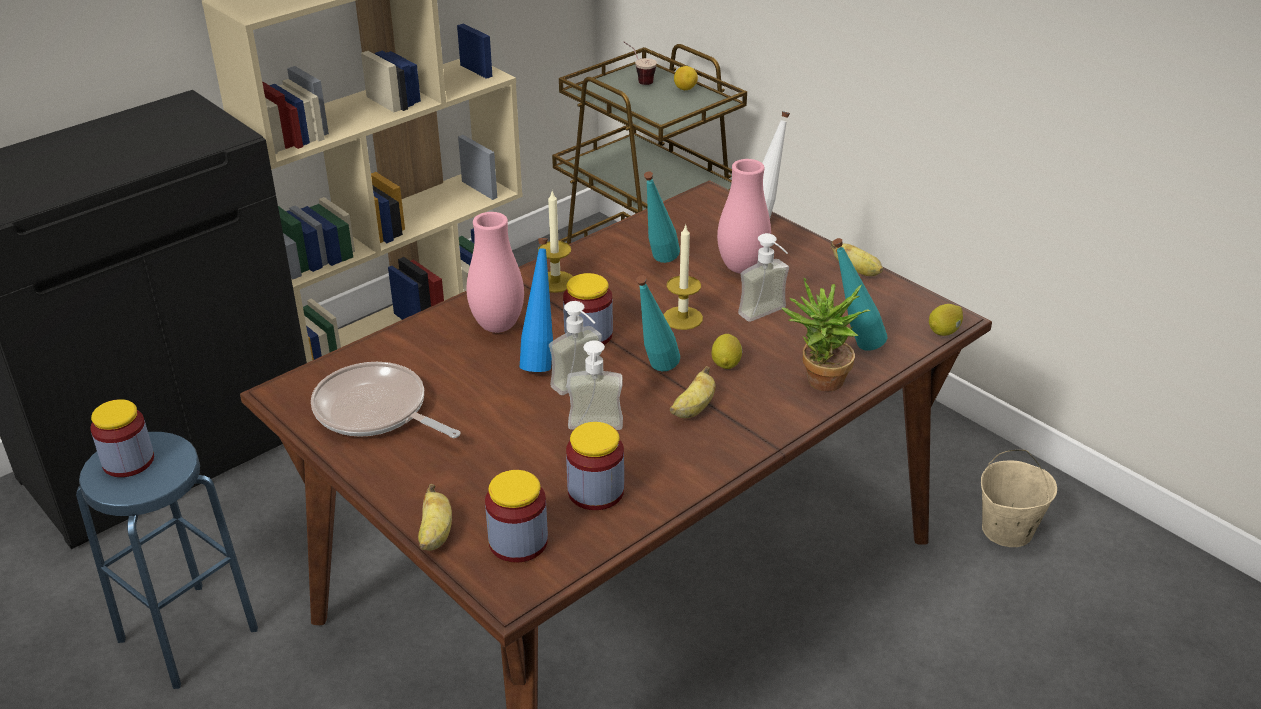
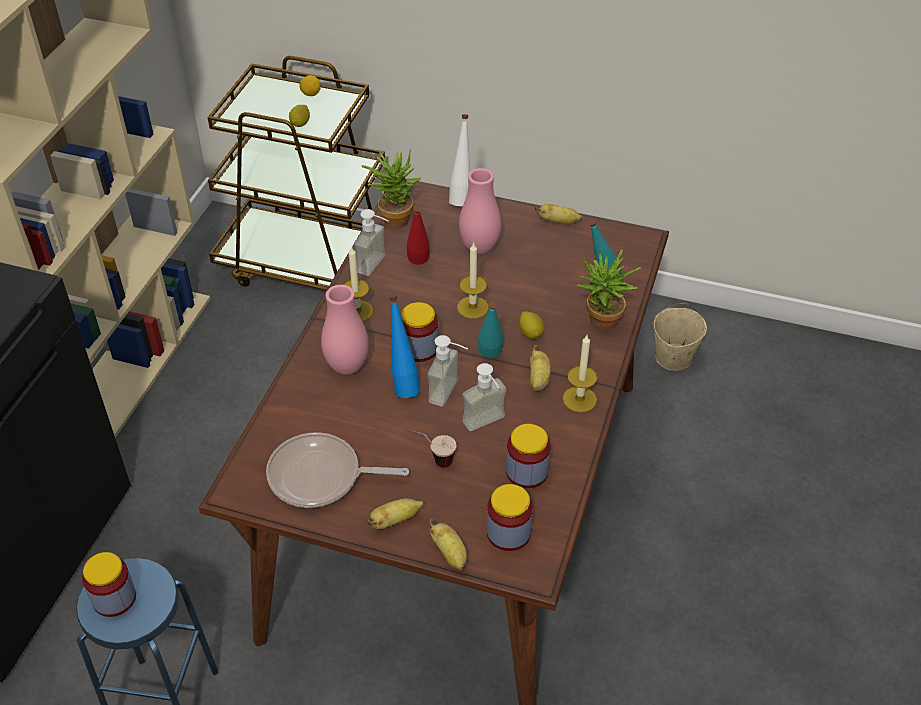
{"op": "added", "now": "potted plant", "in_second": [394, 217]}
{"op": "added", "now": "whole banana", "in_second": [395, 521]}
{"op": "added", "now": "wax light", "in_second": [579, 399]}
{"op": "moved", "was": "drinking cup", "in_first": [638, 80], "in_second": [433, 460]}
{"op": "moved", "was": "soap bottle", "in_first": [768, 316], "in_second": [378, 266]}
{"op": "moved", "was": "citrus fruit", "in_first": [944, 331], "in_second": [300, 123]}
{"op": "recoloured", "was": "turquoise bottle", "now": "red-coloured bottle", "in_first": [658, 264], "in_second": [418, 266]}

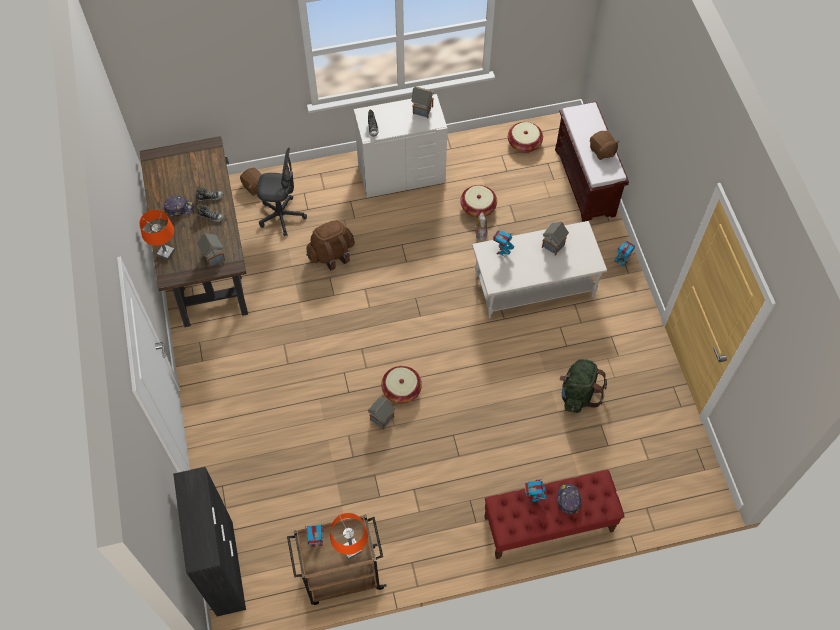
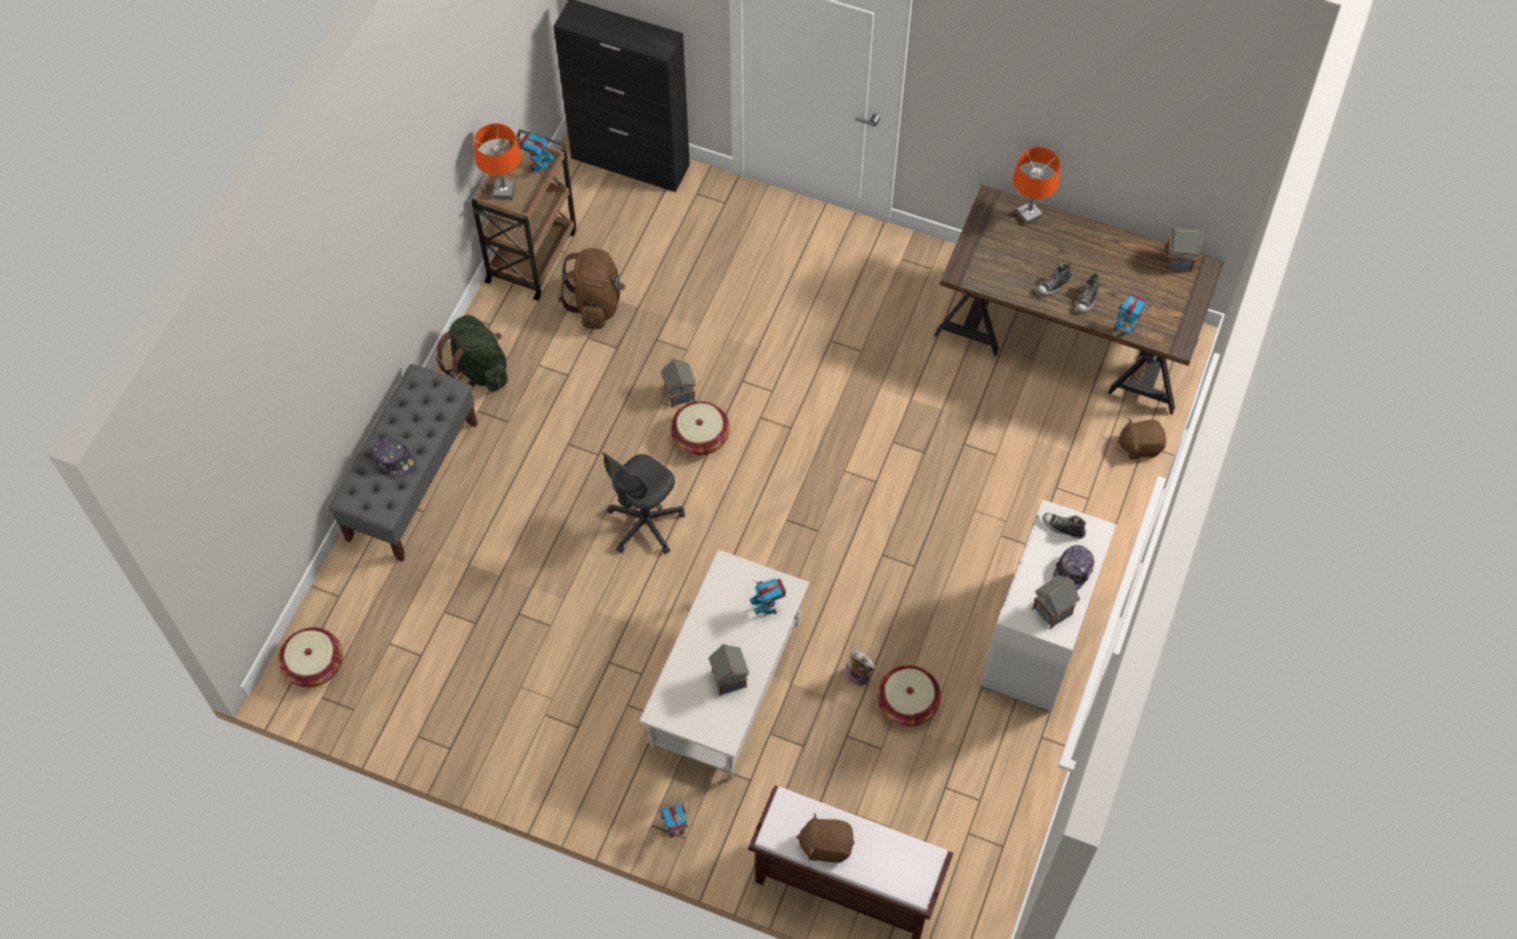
{"op": "moved", "was": "peaked cap", "in_first": [179, 208], "in_second": [1073, 571]}
{"op": "moved", "was": "miniature house", "in_first": [213, 257], "in_second": [1179, 260]}
{"op": "moved", "was": "gray office chair", "in_first": [282, 216], "in_second": [645, 524]}
{"op": "moved", "was": "brown knapsack", "in_first": [331, 254], "in_second": [596, 304]}
{"op": "moved", "was": "storage basket", "in_first": [524, 143], "in_second": [314, 665]}
{"op": "moved", "was": "toy robot", "in_first": [533, 497], "in_second": [1125, 329]}
{"op": "moved", "was": "greenish knapsack", "in_first": [578, 394], "in_second": [479, 370]}
{"op": "recoloured", "was": "red-coloured indoor bench", "now": "gray indoor bench", "in_first": [548, 524], "in_second": [412, 480]}

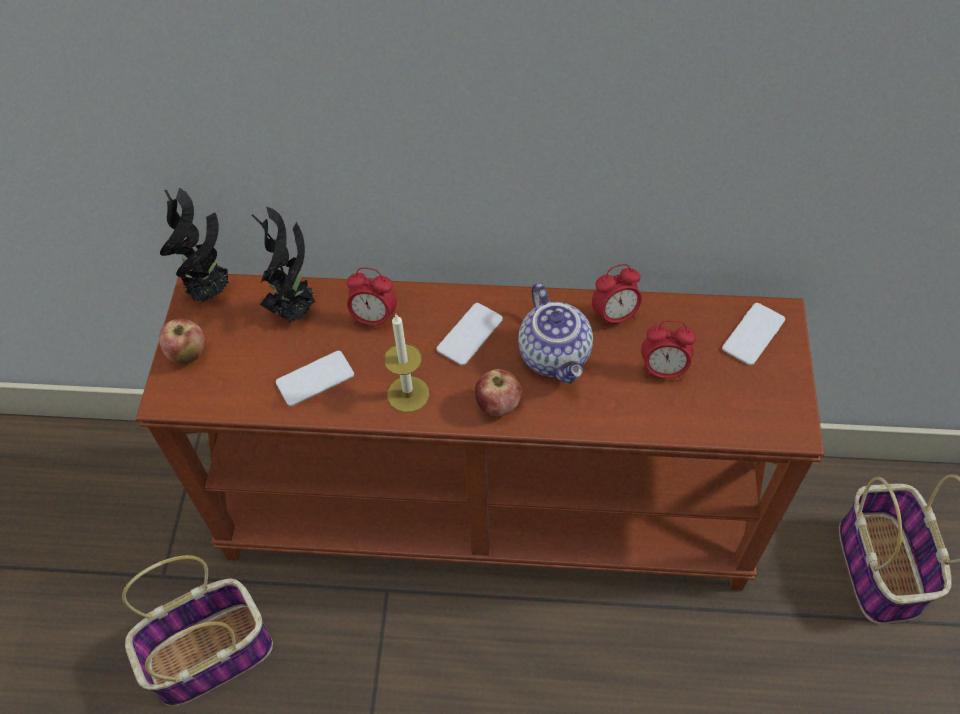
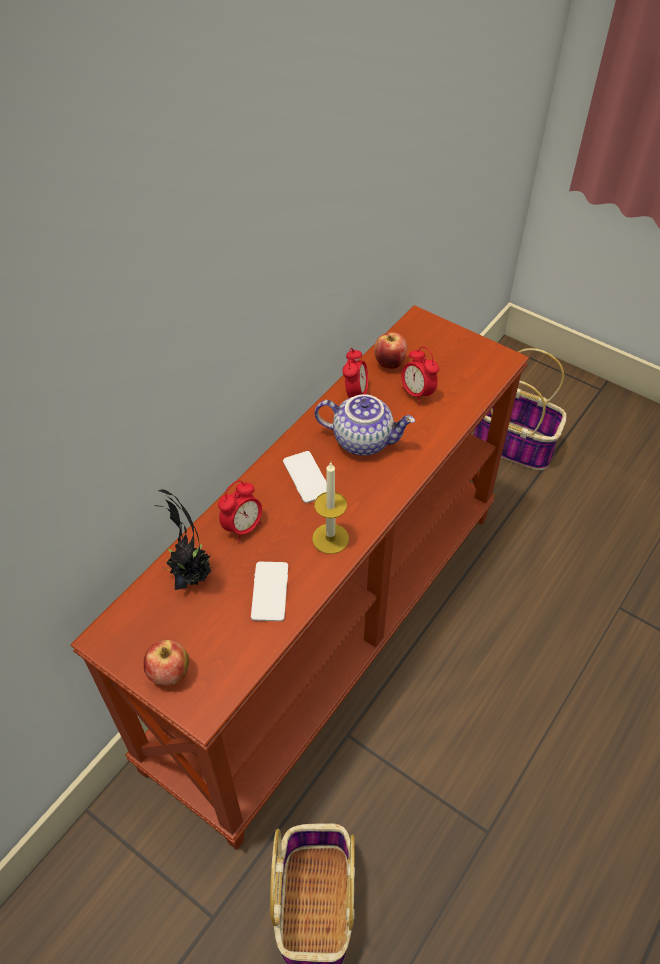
{"op": "removed", "was": "potted plant", "in_first": [211, 291]}
{"op": "removed", "was": "phone", "in_first": [753, 334]}
{"op": "moved", "was": "whole apple", "in_first": [498, 406], "in_second": [390, 363]}
{"op": "turned", "was": "alarm clock", "in_first": [663, 370], "in_second": [417, 393], "clockwise": 105}

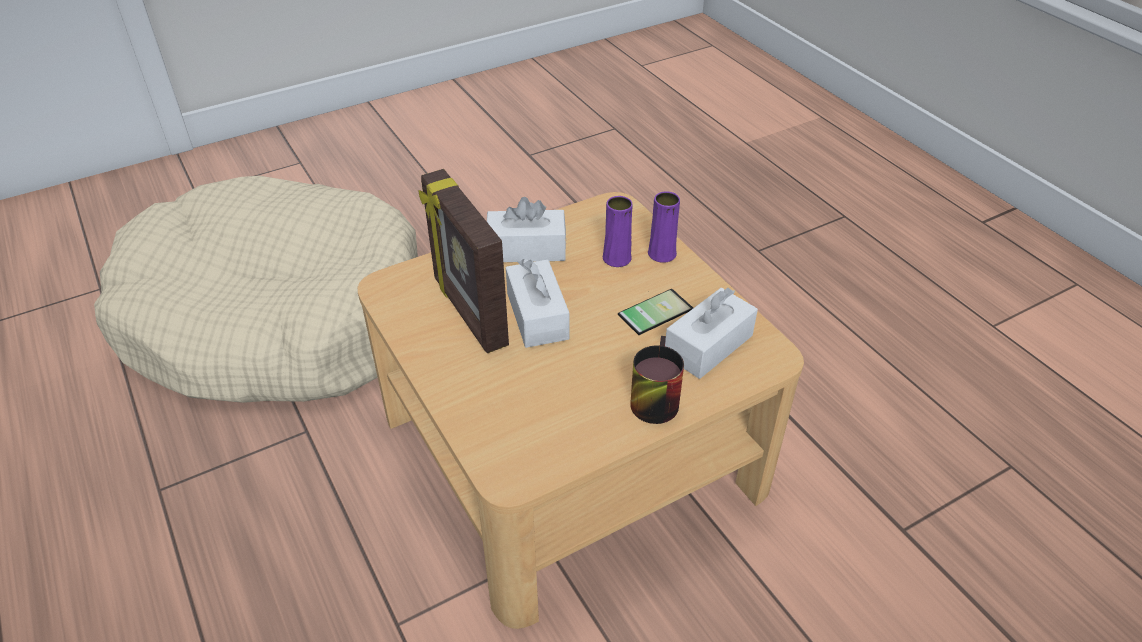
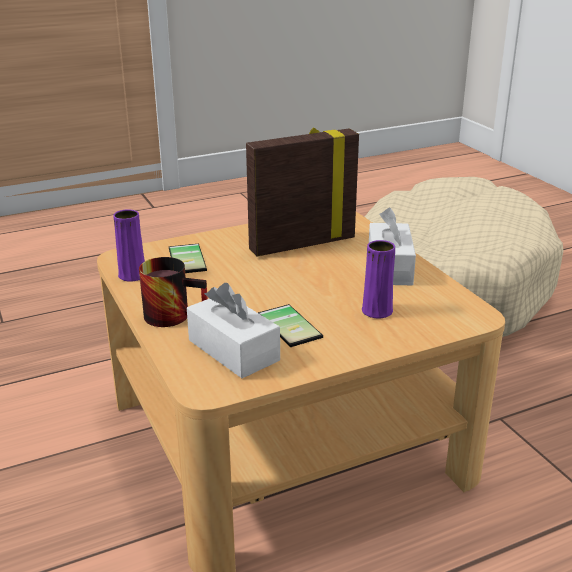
{"op": "removed", "was": "white-coloured box of tissues", "in_first": [537, 316]}
{"op": "added", "now": "phone", "in_second": [190, 259]}
{"op": "moved", "was": "purplish flower vase", "in_first": [662, 254], "in_second": [132, 275]}

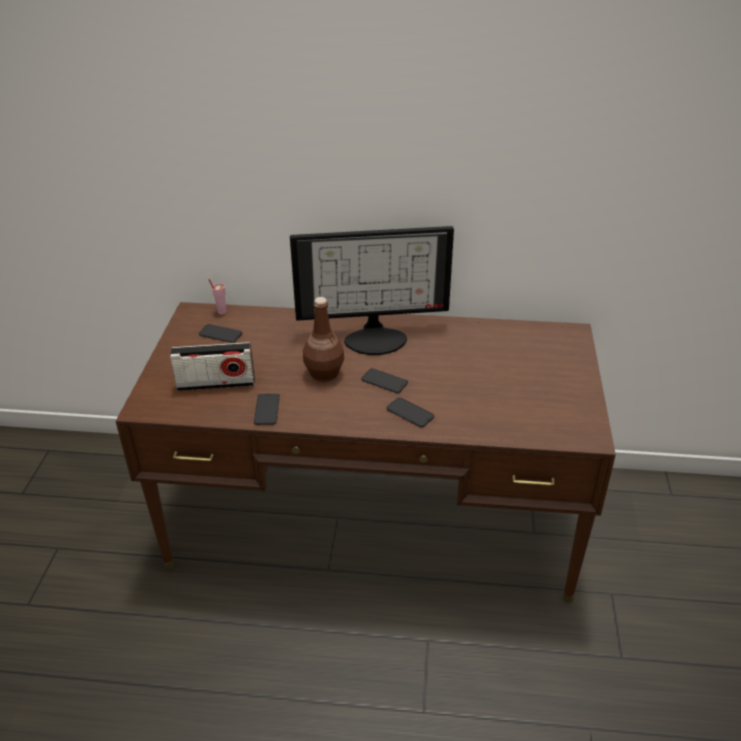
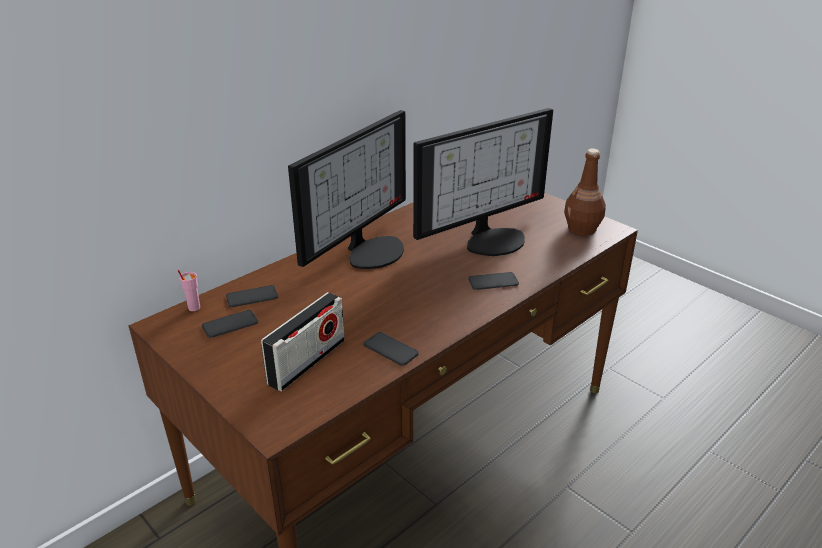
{"op": "added", "now": "computer display", "in_second": [492, 239]}
{"op": "moved", "was": "brown bottle", "in_first": [324, 373], "in_second": [582, 229]}
{"op": "moved", "was": "phone", "in_first": [384, 381], "in_second": [252, 297]}

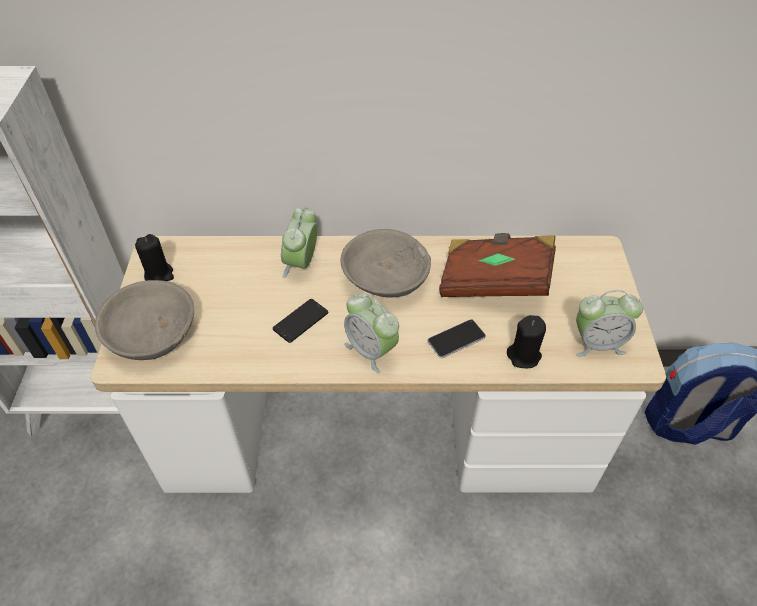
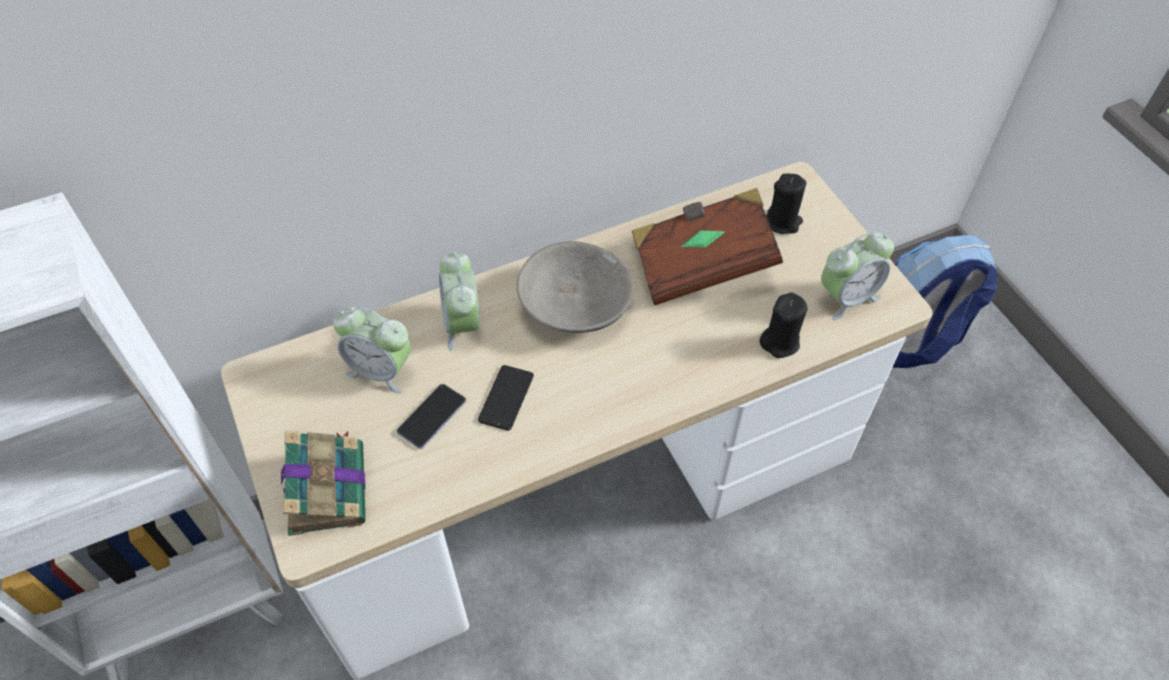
{"op": "moved", "was": "black-coloured wax light", "in_first": [159, 274], "in_second": [782, 222]}
{"op": "moved", "was": "alarm clock", "in_first": [371, 350], "in_second": [381, 370]}
{"op": "moved", "was": "phone", "in_first": [456, 339], "in_second": [432, 417]}
{"op": "replaced", "was": "gray bowl", "now": "book", "in_first": [152, 333], "in_second": [327, 487]}

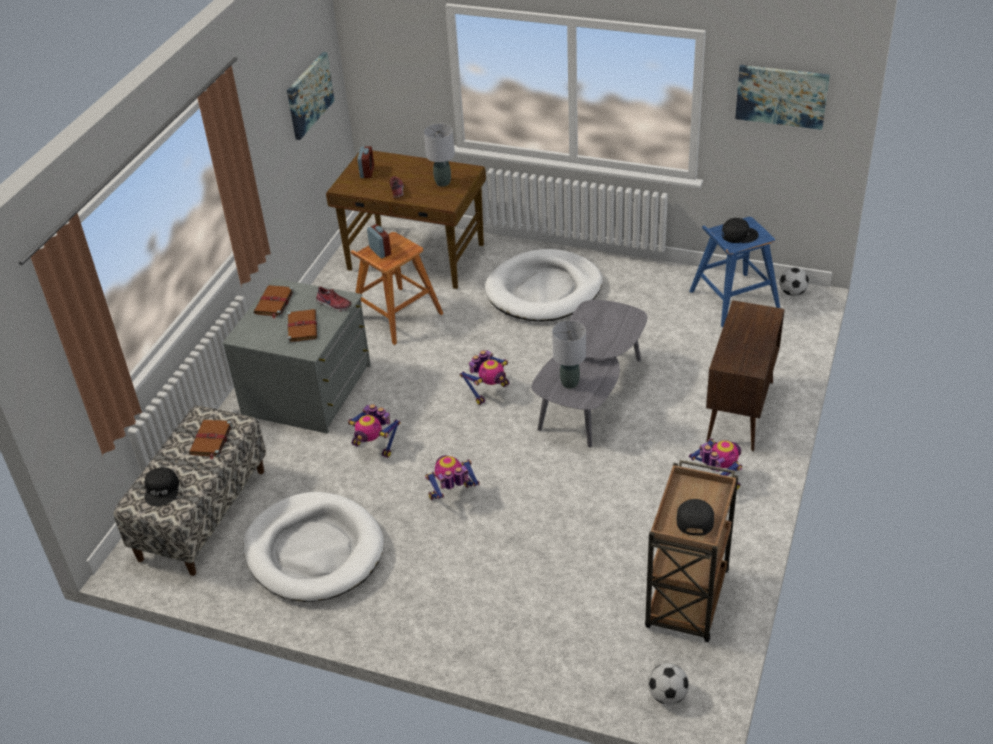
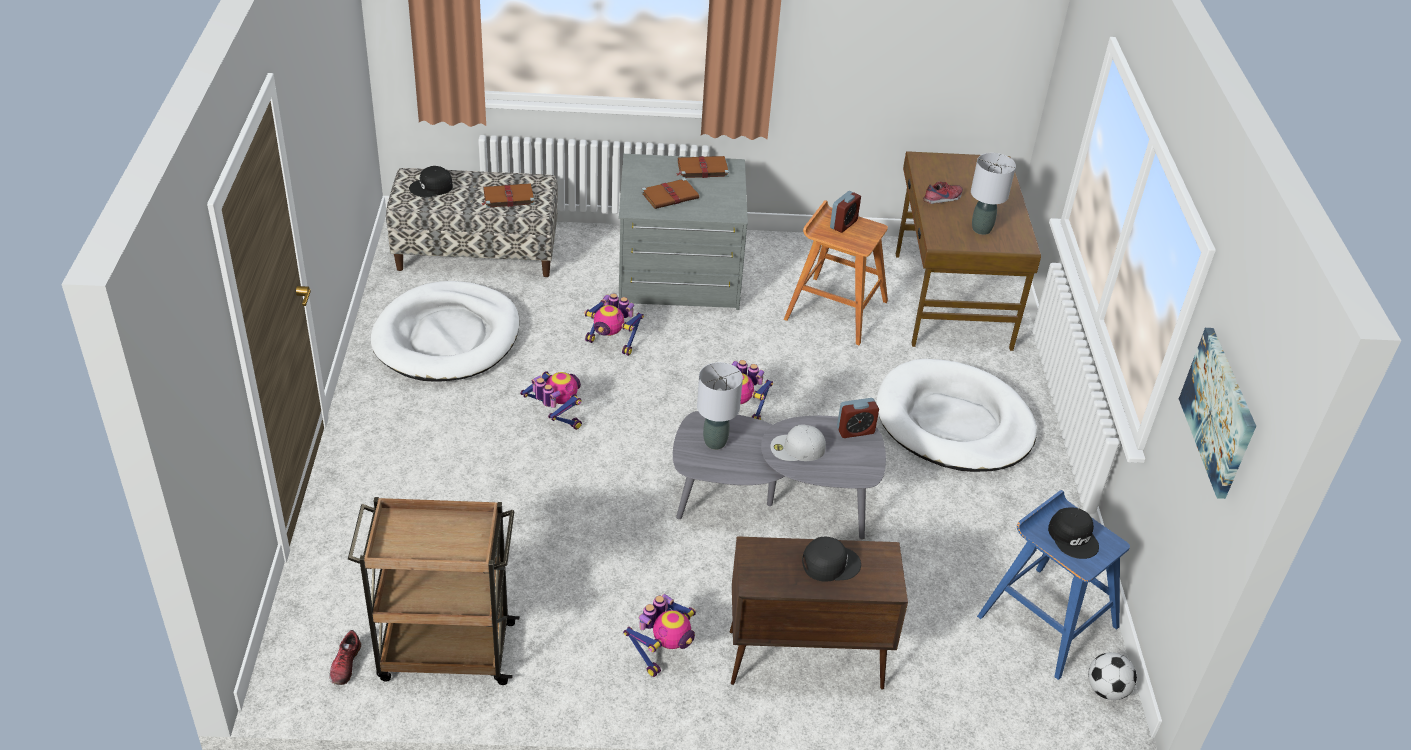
{"op": "removed", "was": "wall art", "in_first": [309, 95]}
{"op": "removed", "was": "ball for football", "in_first": [667, 695]}
{"op": "added", "now": "white-coloured peaked cap", "in_second": [797, 448]}
{"op": "moved", "was": "item of footwear", "in_first": [333, 305], "in_second": [345, 664]}
{"op": "moved", "was": "alarm clock", "in_first": [367, 172], "in_second": [855, 431]}
{"op": "moved", "was": "black-coloured peaked cap", "in_first": [694, 518], "in_second": [830, 563]}
{"op": "turned", "was": "toy robot", "in_first": [375, 446], "in_second": [612, 343], "clockwise": -75}

